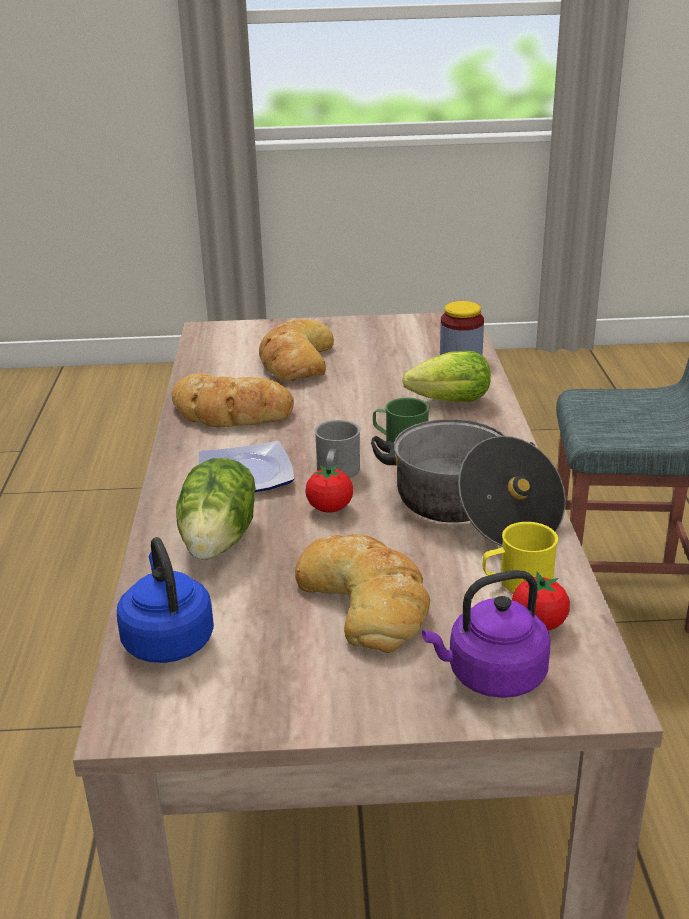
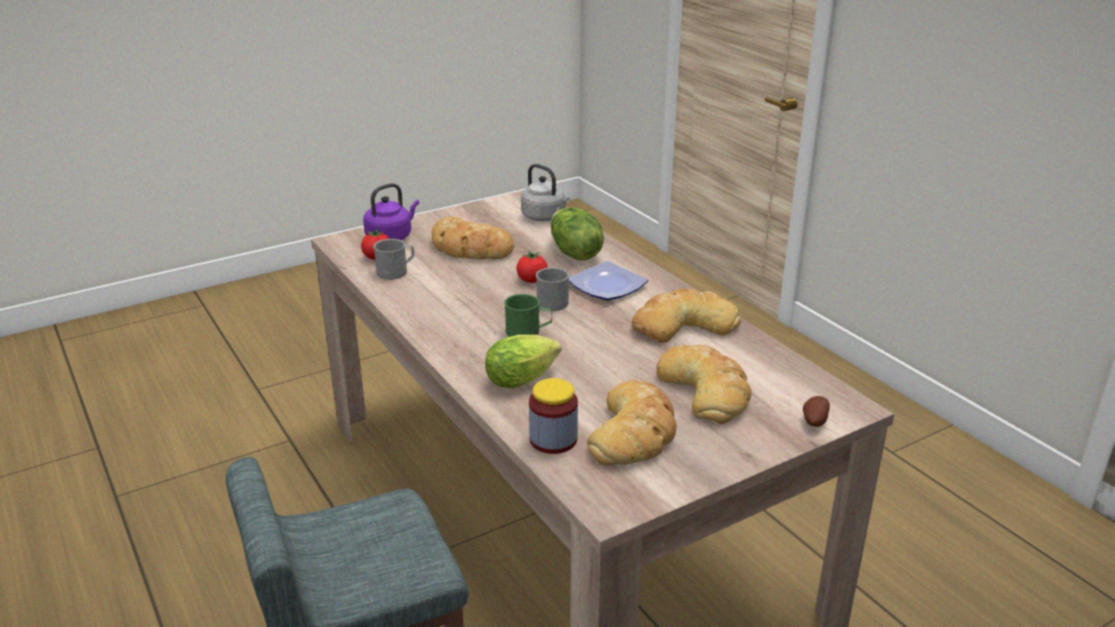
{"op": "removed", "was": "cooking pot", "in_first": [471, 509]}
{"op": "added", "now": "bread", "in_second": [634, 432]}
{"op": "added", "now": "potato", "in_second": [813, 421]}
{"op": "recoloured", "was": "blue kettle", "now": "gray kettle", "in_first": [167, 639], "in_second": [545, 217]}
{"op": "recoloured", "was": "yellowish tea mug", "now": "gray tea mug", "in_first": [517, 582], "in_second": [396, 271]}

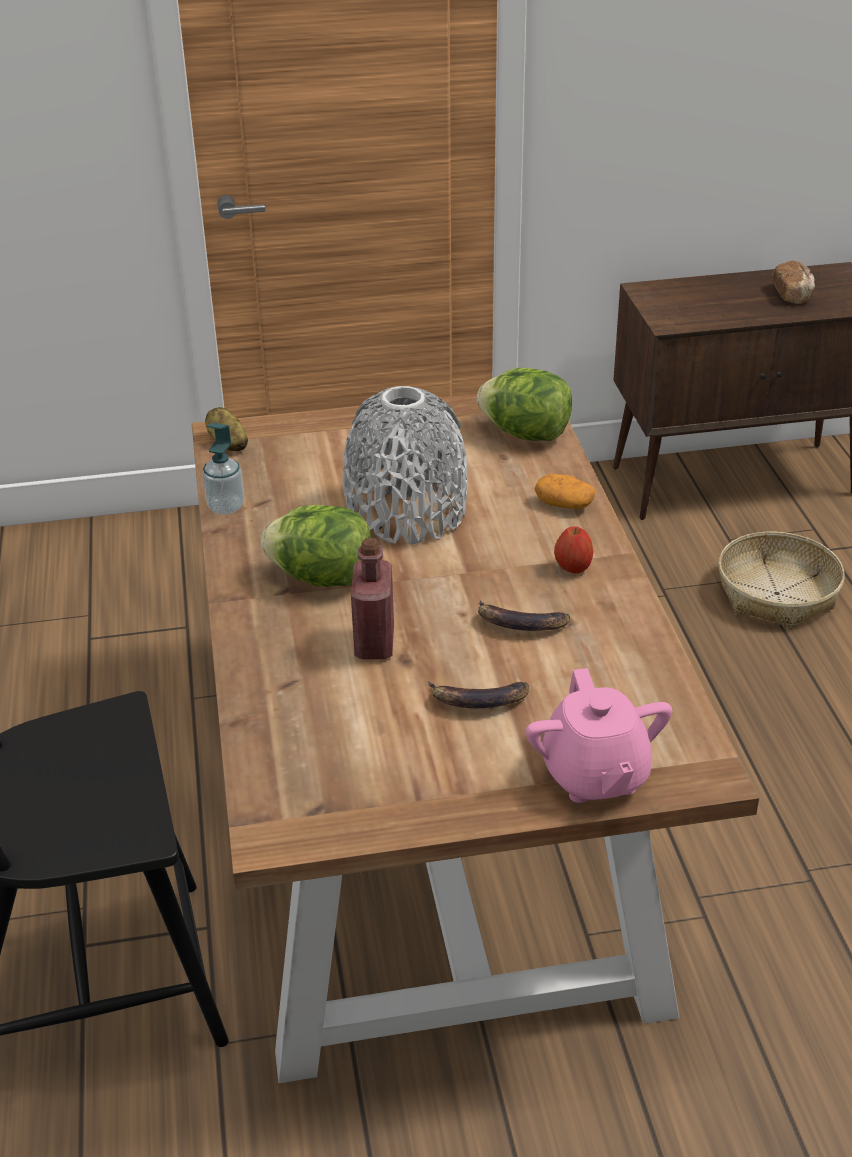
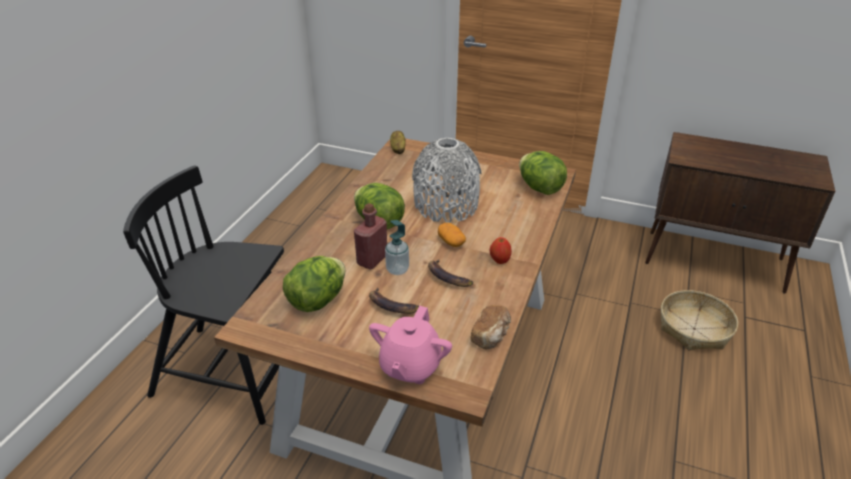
{"op": "added", "now": "head of lettuce", "in_second": [317, 300]}
{"op": "moved", "was": "soap bottle", "in_first": [226, 507], "in_second": [397, 270]}
{"op": "moved", "was": "potato", "in_first": [564, 505], "in_second": [451, 242]}
{"op": "moved", "was": "bread", "in_first": [793, 295], "in_second": [491, 336]}

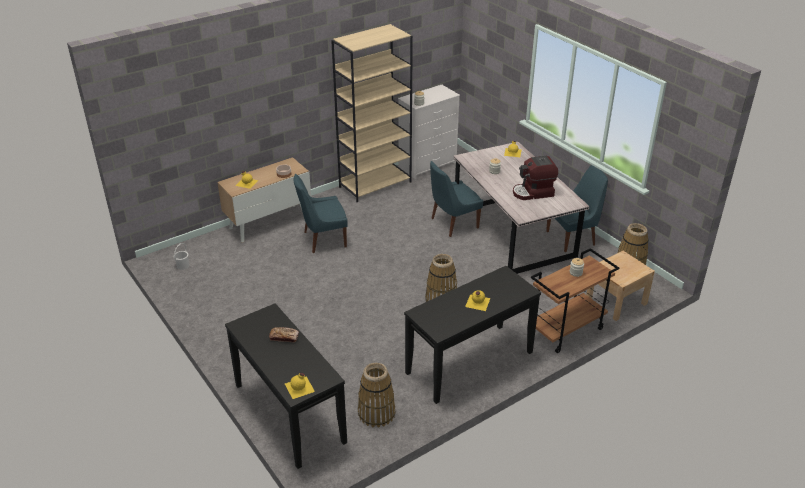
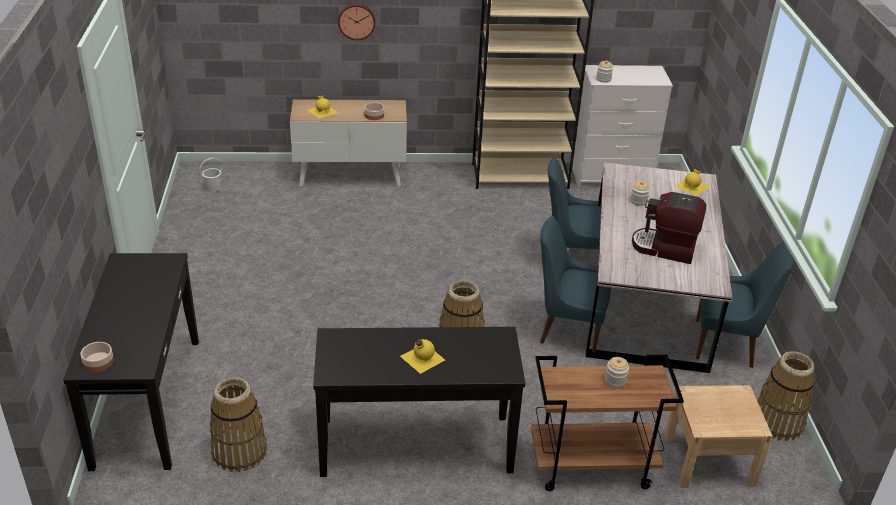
{"op": "removed", "was": "bread", "in_first": [284, 337]}
{"op": "added", "now": "wall clock", "in_second": [356, 21]}
{"op": "moved", "was": "blue plain chair", "in_first": [323, 239], "in_second": [568, 328]}
{"op": "replaced", "was": "yellowish bottle", "now": "bowl", "in_first": [300, 387], "in_second": [98, 362]}

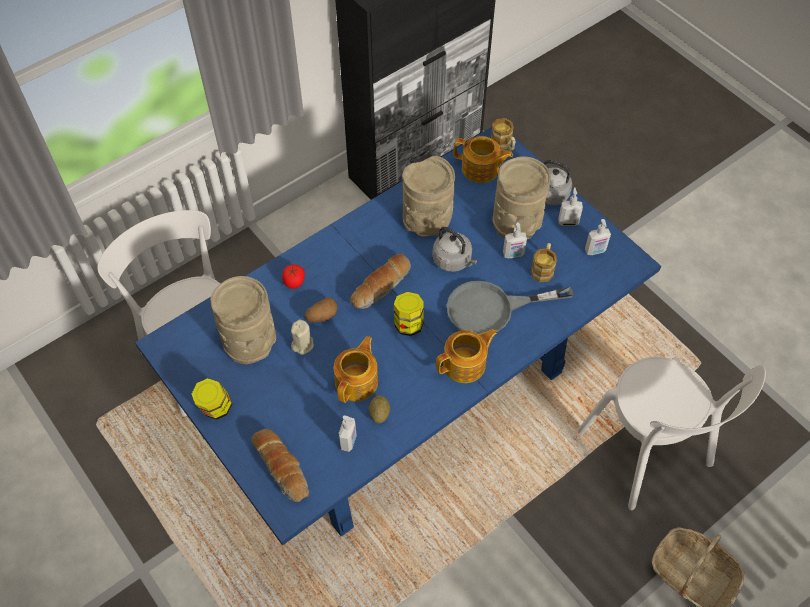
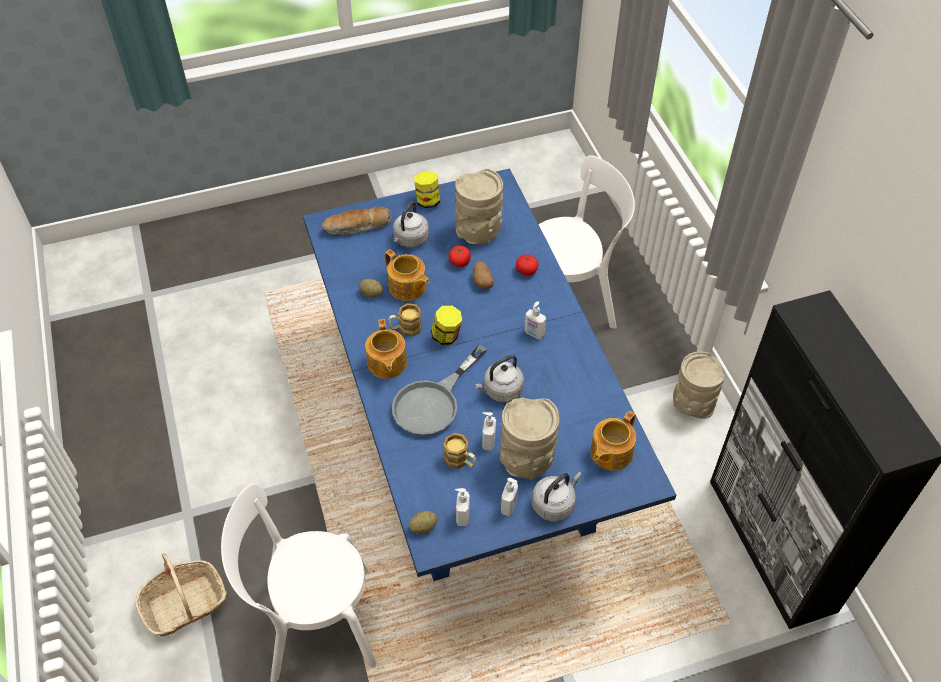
{"op": "removed", "was": "bread", "in_first": [381, 287]}
{"op": "added", "now": "gray kettle", "in_second": [410, 240]}
{"op": "added", "now": "potato", "in_second": [423, 527]}
{"op": "moved", "was": "soap bottle", "in_first": [349, 441], "in_second": [534, 334]}
{"op": "moved", "was": "beige flower vase", "in_first": [427, 221], "in_second": [691, 405]}
{"op": "moved", "was": "tea mug", "in_first": [503, 145], "in_second": [405, 328]}
{"op": "replaced", "was": "beige wax light", "now": "tomato", "in_first": [302, 344], "in_second": [460, 262]}
{"op": "turned", "was": "gray skillet", "in_first": [492, 309], "in_second": [433, 402], "clockwise": -150}

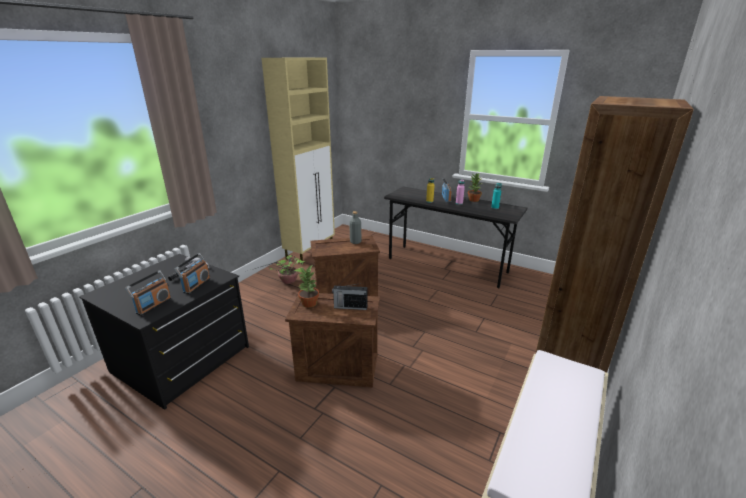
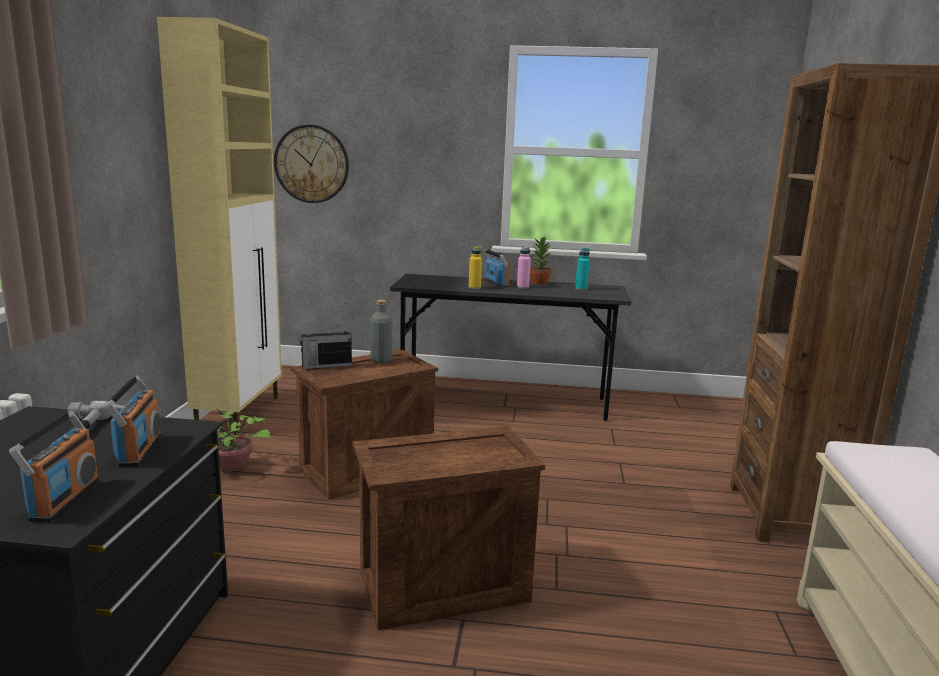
{"op": "removed", "was": "potted plant", "in_first": [309, 303]}
{"op": "added", "now": "wall clock", "in_second": [311, 164]}
{"op": "moved", "was": "radio", "in_first": [350, 307], "in_second": [326, 365]}

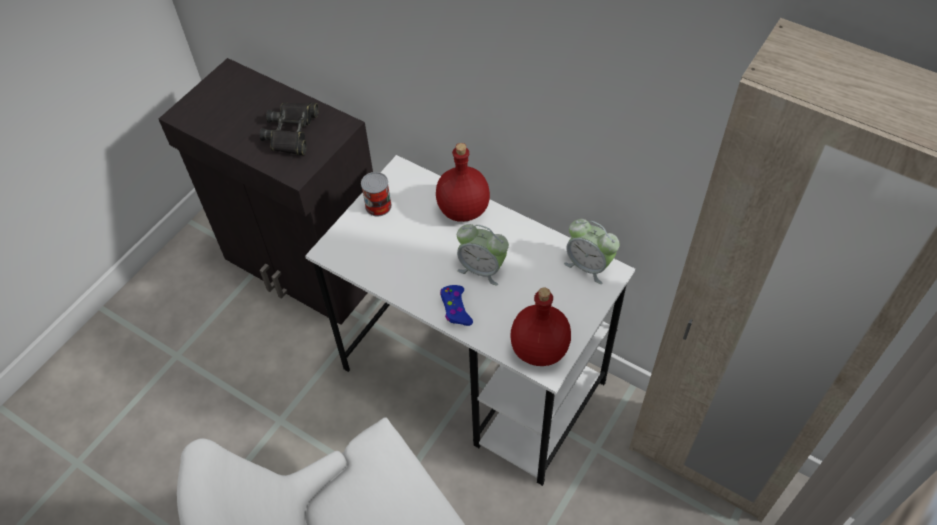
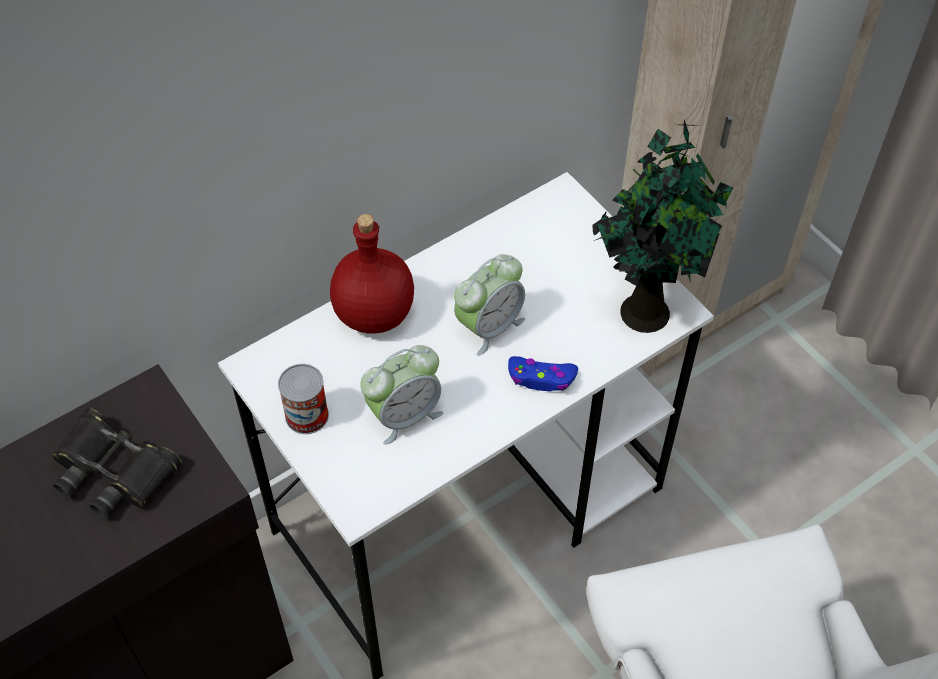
{"op": "moved", "was": "alarm clock", "in_first": [588, 265], "in_second": [404, 415]}
{"op": "replaced", "was": "red-coloured bottle", "now": "potted plant", "in_first": [540, 348], "in_second": [644, 308]}

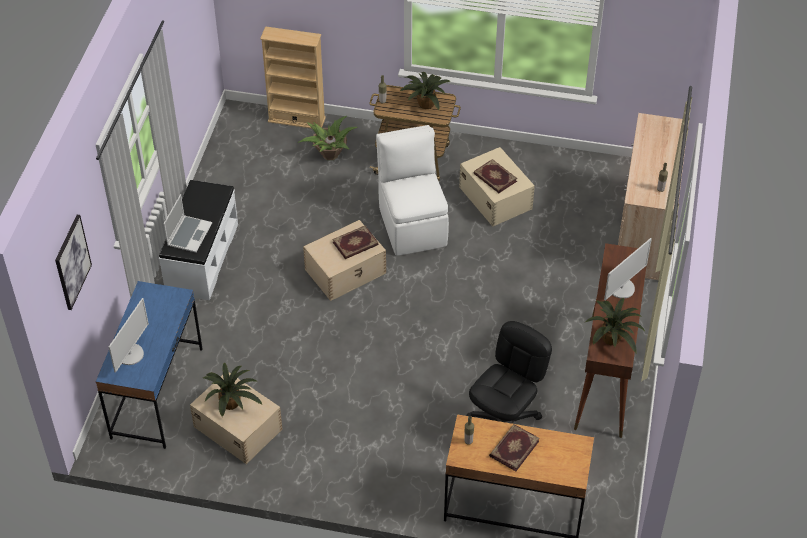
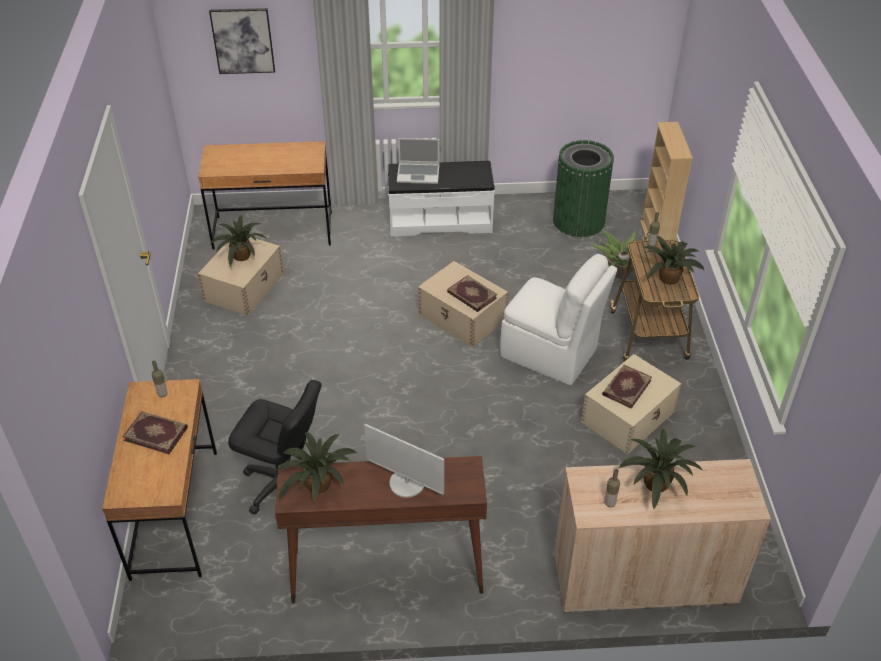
{"op": "removed", "was": "computer display", "in_first": [130, 354]}
{"op": "added", "now": "greenish rubbish bin", "in_second": [579, 221]}
{"op": "added", "now": "potted plant", "in_second": [657, 485]}
{"op": "recoloured", "was": "blue desk table", "now": "brown desk table", "in_first": [157, 393], "in_second": [273, 231]}
{"op": "turned", "was": "white-coloured plain chair", "in_first": [412, 225], "in_second": [551, 354], "clockwise": 60}

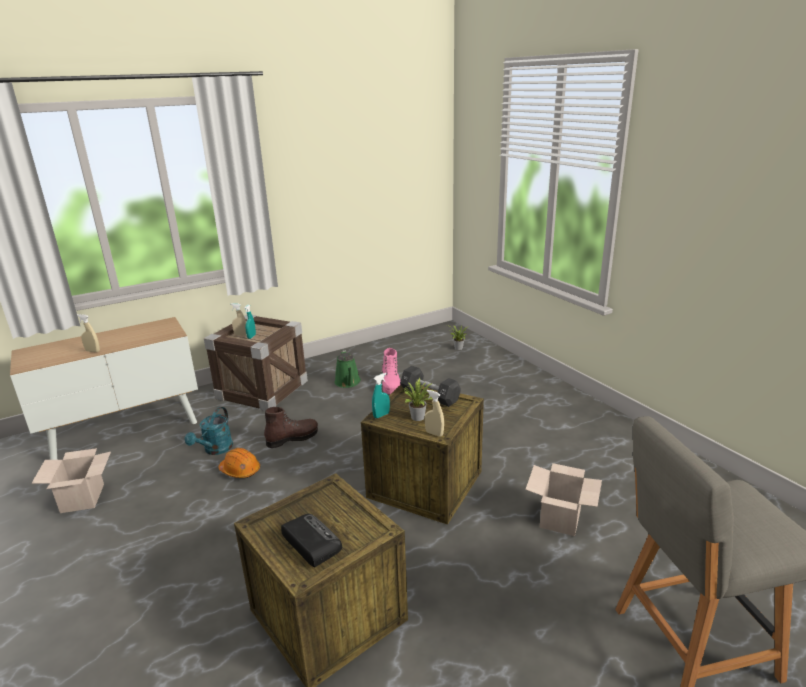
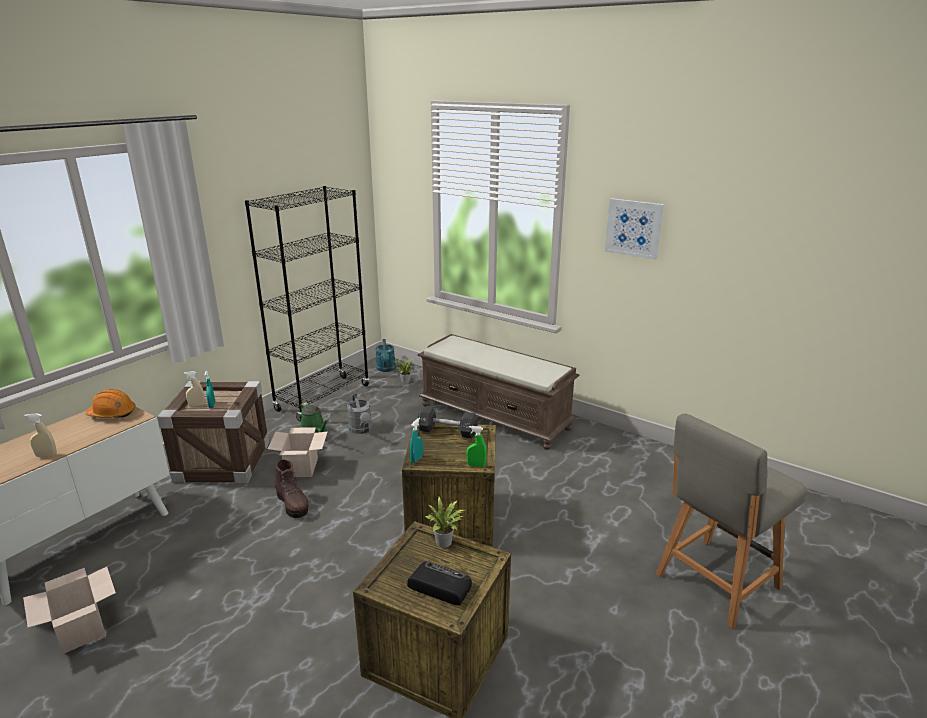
{"op": "added", "now": "black-coloured bookcase", "in_second": [323, 398]}
{"op": "added", "now": "brown indoor bench", "in_second": [496, 416]}
{"op": "added", "now": "wall art", "in_second": [634, 228]}
{"op": "moved", "was": "turquoise watering pot", "in_first": [215, 450], "in_second": [386, 369]}
{"op": "moved", "was": "orangey work helmet", "in_first": [240, 470], "in_second": [112, 413]}
{"op": "moved", "was": "potted plant", "in_first": [419, 418], "in_second": [445, 543]}
{"op": "moved", "was": "carton", "in_first": [561, 519], "in_second": [302, 468]}
{"op": "replaced", "was": "pink tall boot", "now": "gray watering pot", "in_first": [391, 385], "in_second": [361, 430]}
{"op": "recoloured", "was": "beige sprayer", "now": "greenish sprayer", "in_first": [434, 433], "in_second": [476, 465]}
{"op": "turned", "was": "brown tall boot", "in_first": [292, 438], "in_second": [292, 504], "clockwise": 105}

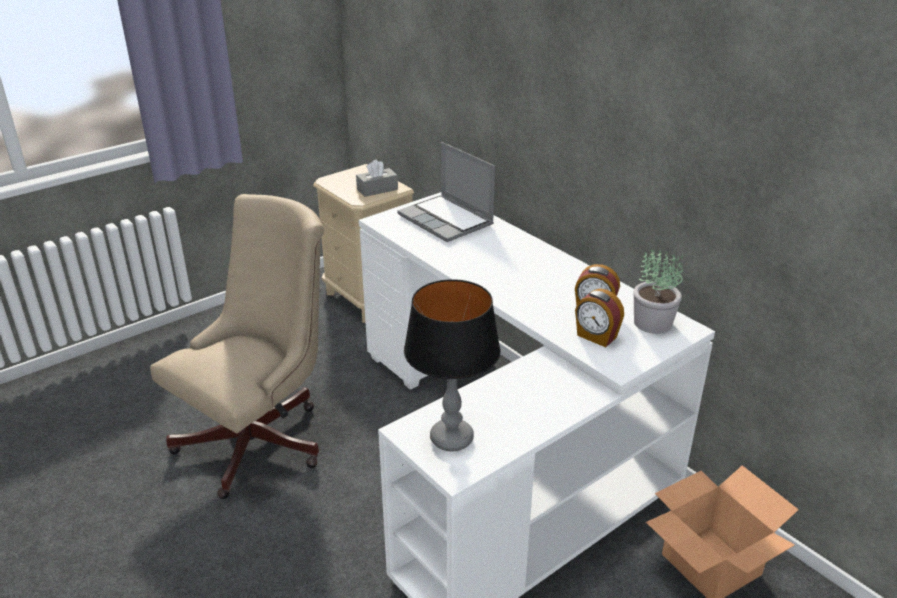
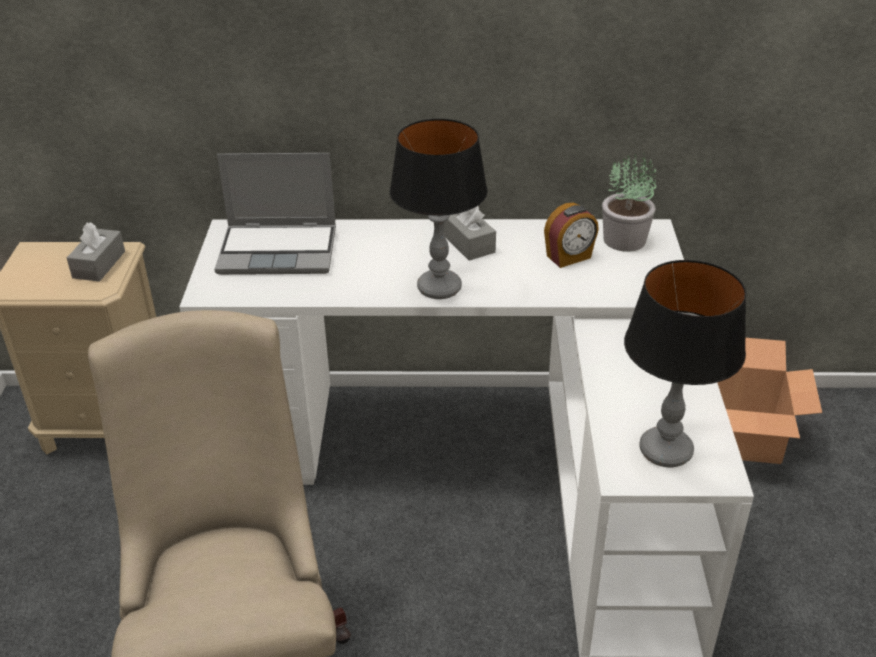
{"op": "removed", "was": "alarm clock", "in_first": [596, 337]}
{"op": "added", "now": "tabletop lamp", "in_second": [439, 288]}
{"op": "added", "now": "gray box of tissues", "in_second": [468, 243]}

